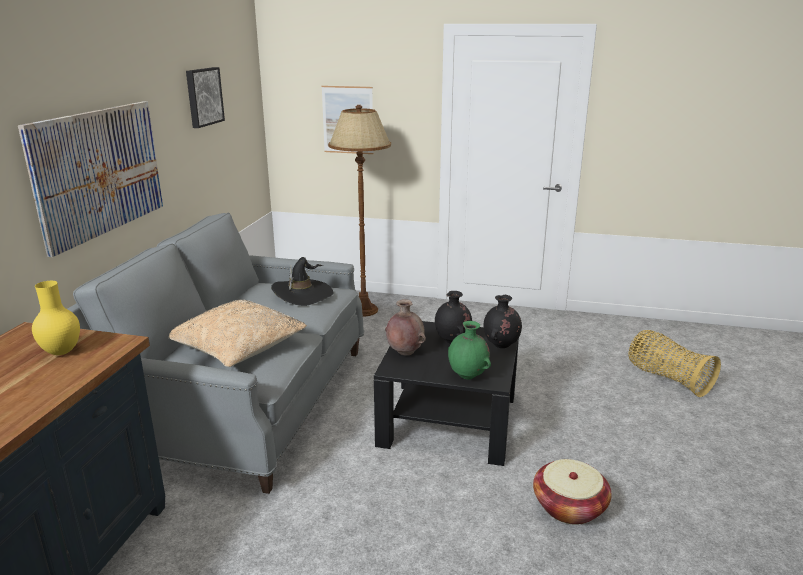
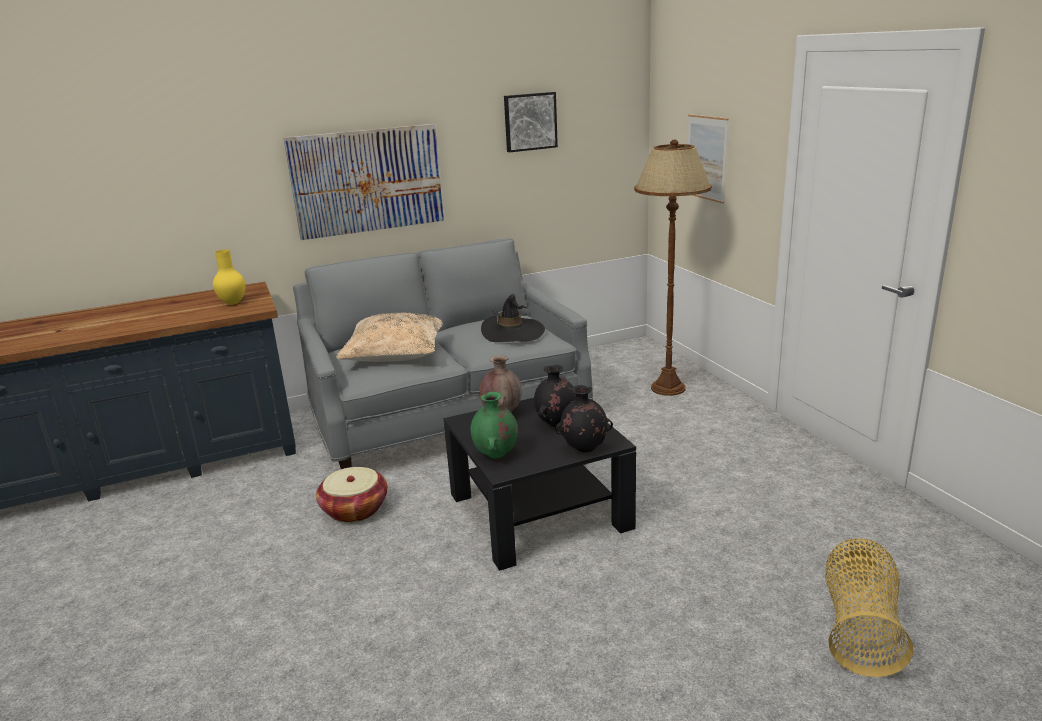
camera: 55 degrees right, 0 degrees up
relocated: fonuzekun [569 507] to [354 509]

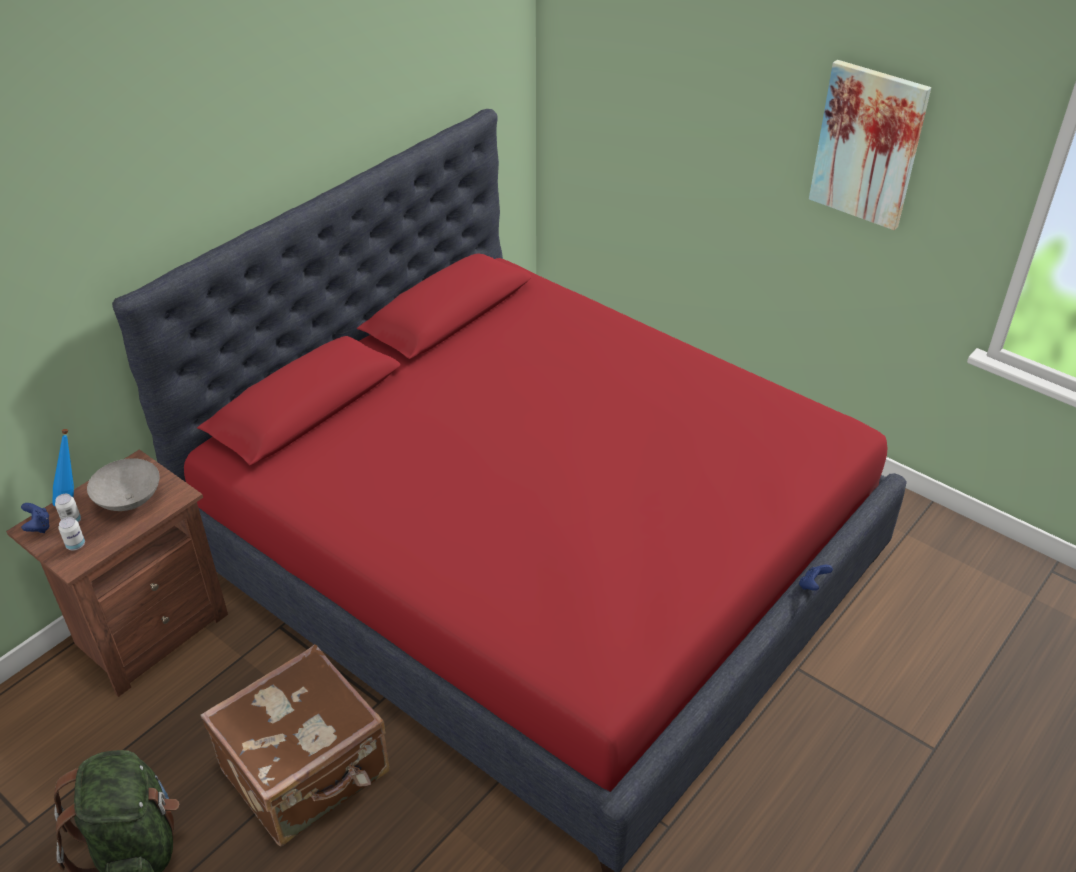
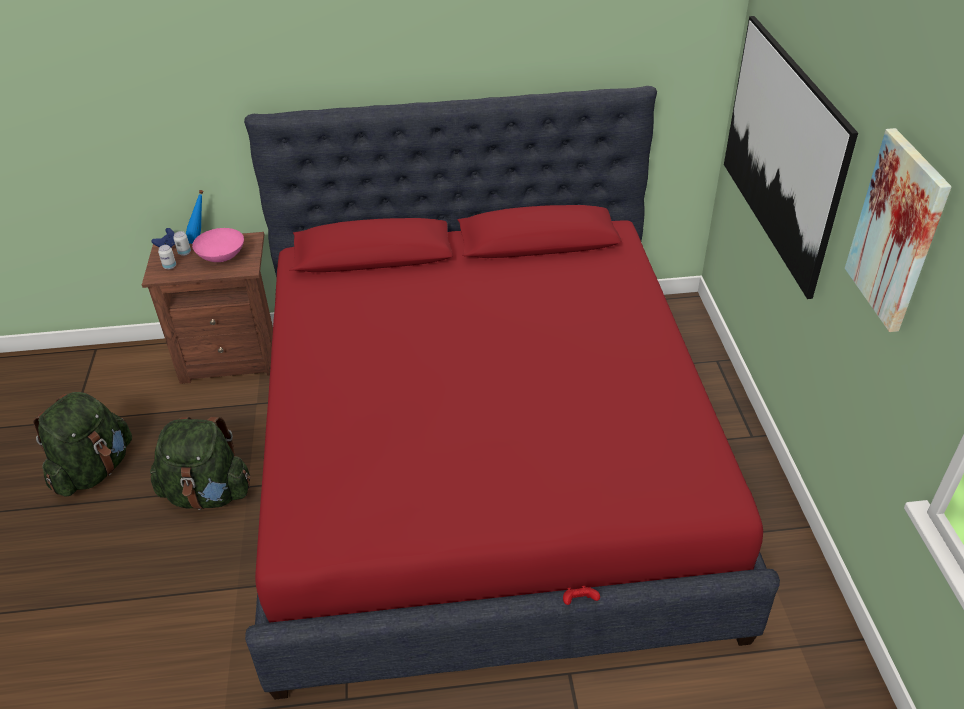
camera: 45 degrees right, 0 degrees up
appeared: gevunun [782 151]
exchanged: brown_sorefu [307 773] to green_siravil [208 493]
colour: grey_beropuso [128 500] to pink_beropuso [222 257]; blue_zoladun [812 585] to red_zoladun [579 602]

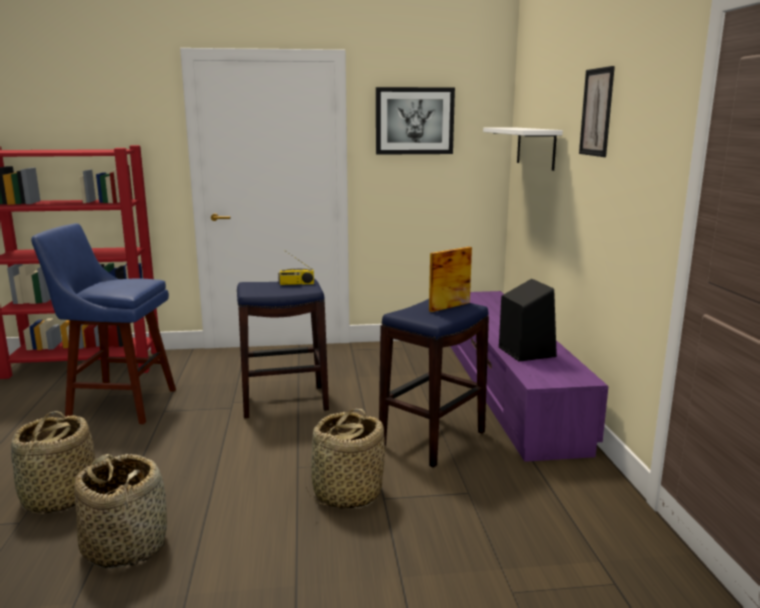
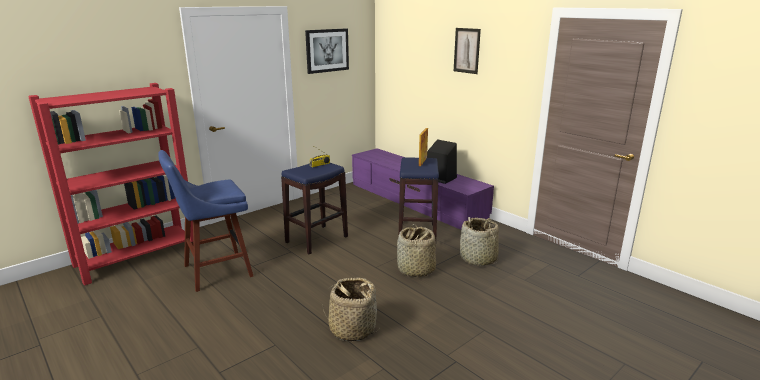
camera: 35 degrees left, 5 degrees up
missing: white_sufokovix [535 147]
relocated: fonuzekun [59 498] to [478 259]

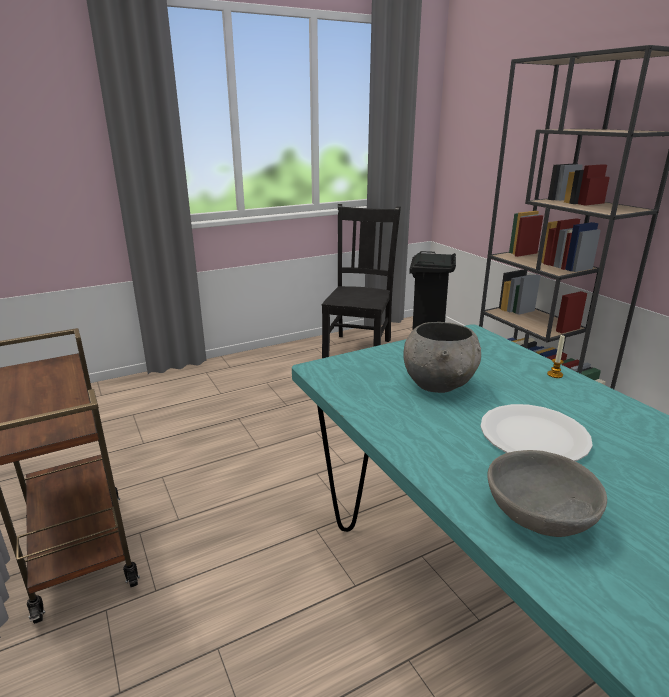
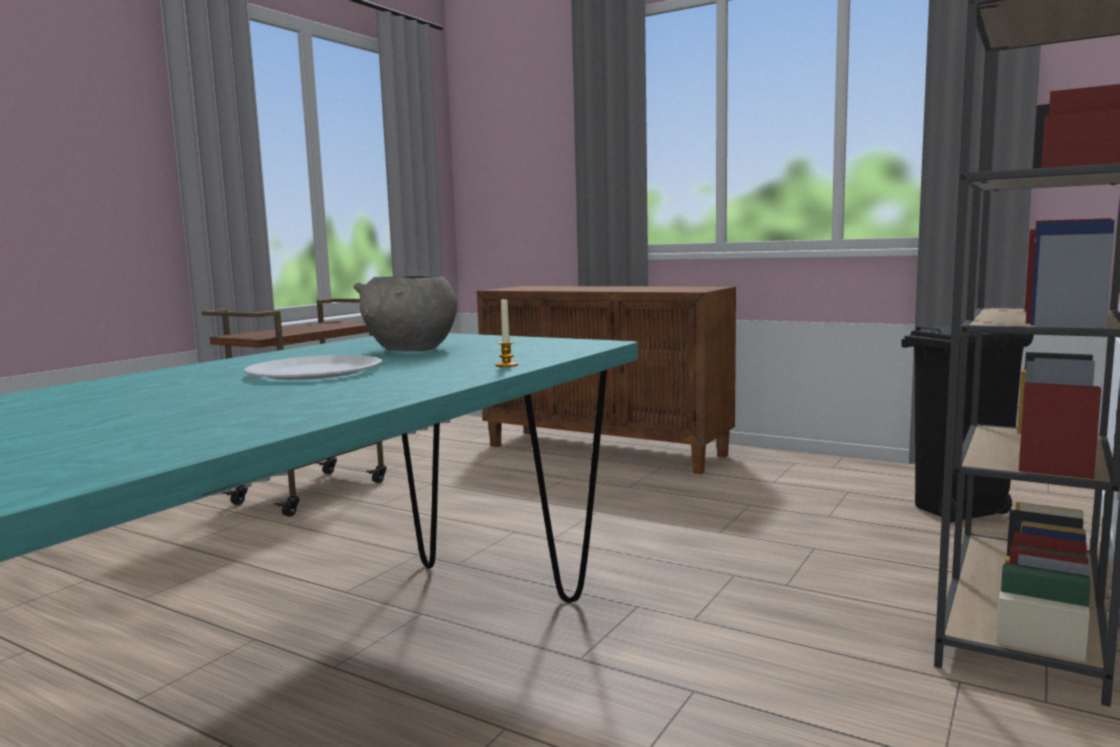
camera: 60 degrees right, 15 degrees down
missing: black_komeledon [358 348]; grey_beropuso [539 517]
appeared: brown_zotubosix [606 450]

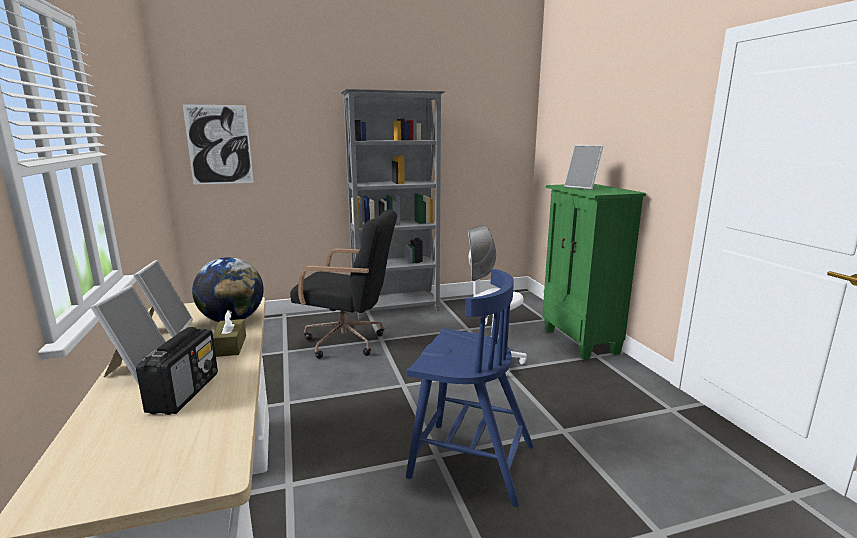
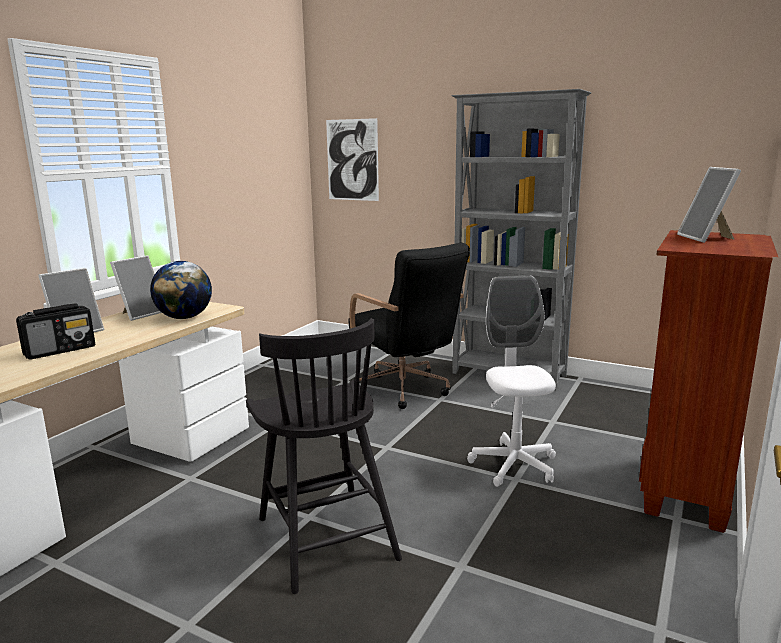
camera: 45 degrees right, 0 degrees up
missing: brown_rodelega [230 346]
colour: blue_komeledon [469 460] to black_komeledon [325 535]; green_zotubosix [579 342] to brown_zotubosix [683 492]

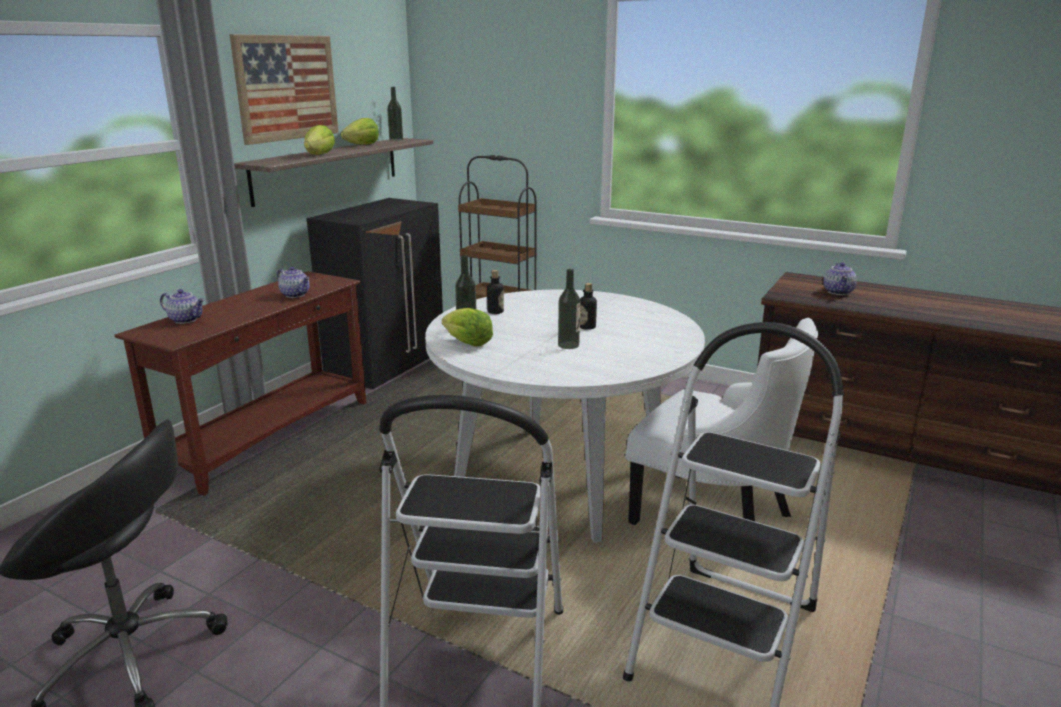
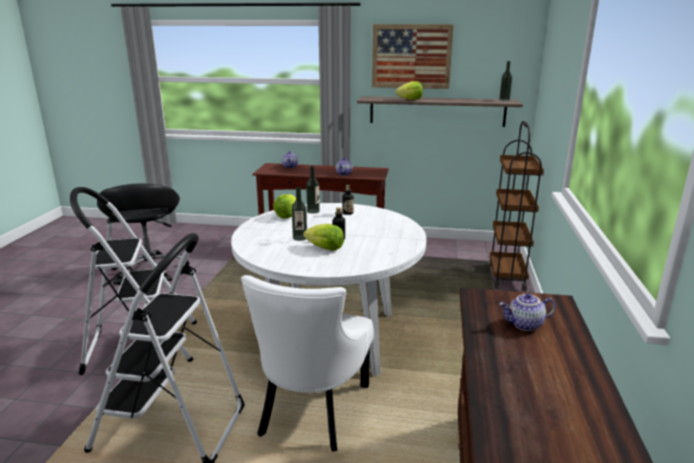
camera: 70 degrees right, 0 degrees up
missing: black_zotubosix [387 362]
relocated: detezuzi [362 145] to [325 248]

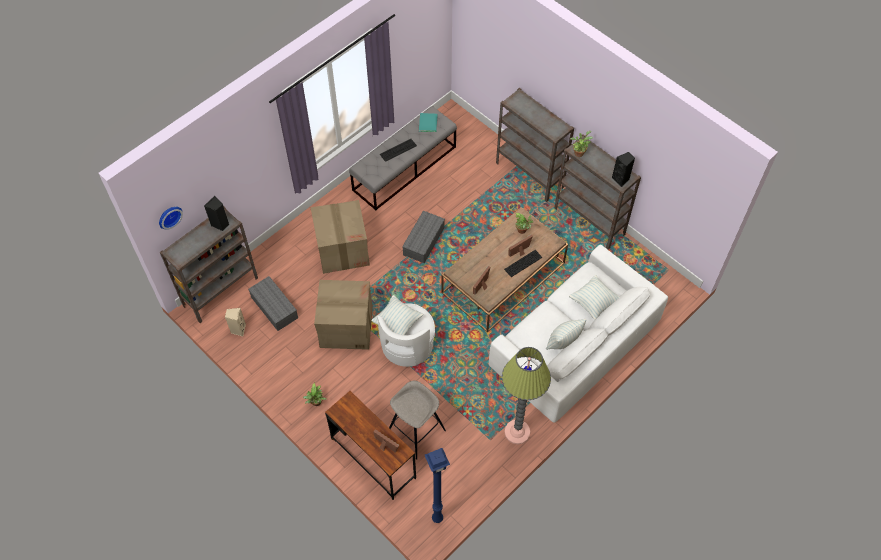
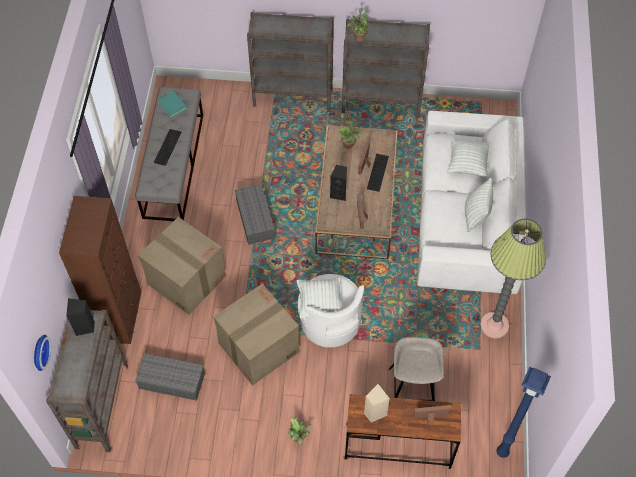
camera: 40 degrees left, 0 degrees up
appeared: brown_zotubosix [121 318]
relocated: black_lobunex [621 179] to [339 193]; beige_lobunex [238 329] to [374 412]

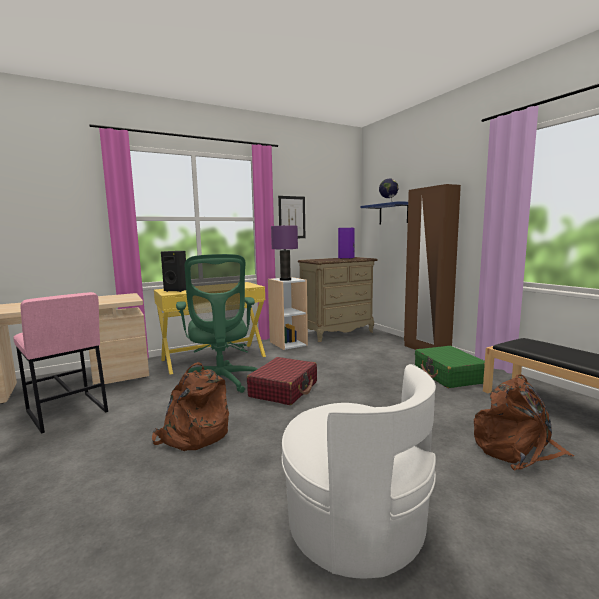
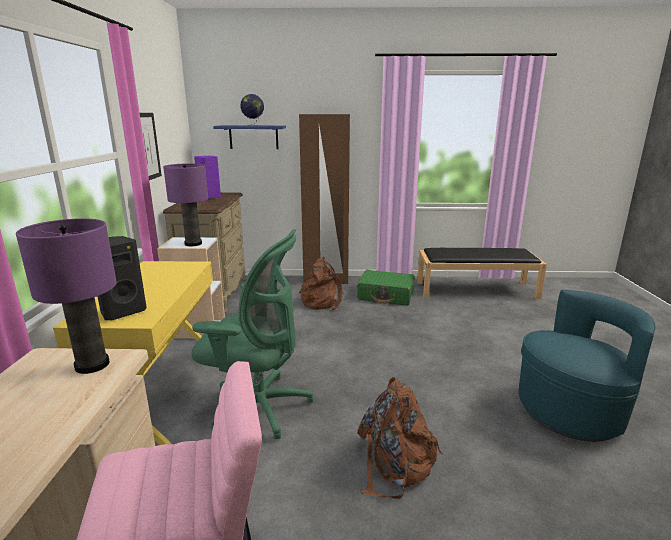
camera: 60 degrees left, 10 degrees up
missing: red_sorefu [284 389]
appeared: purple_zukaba [93 365]
relocated: brown_siravil [516 449] to [322 301]
colour: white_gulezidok [355 523] to turquoise_gulezidok [568 410]

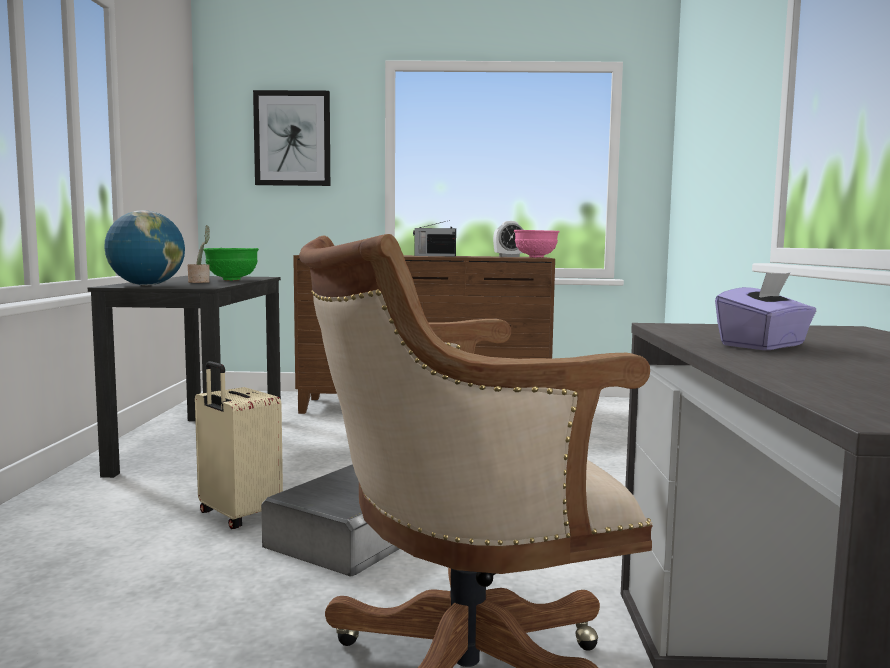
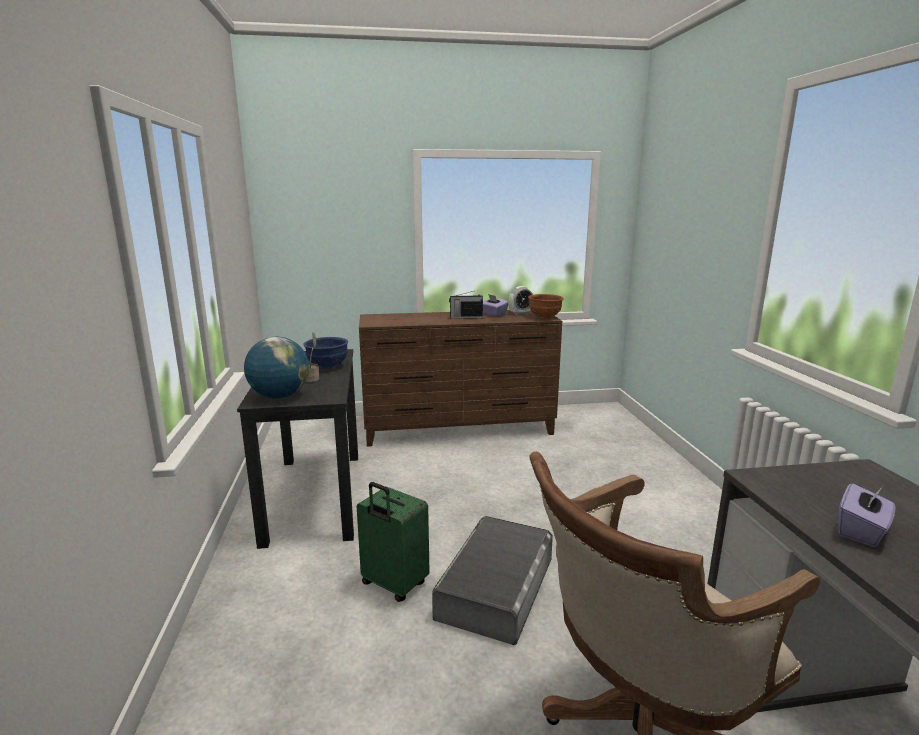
camera: 10 degrees left, 10 degrees up
missing: gevunun [292 138]
appeared: purple_rodelega [493 314]
colour: green_beropuso [231 280] to blue_beropuso [327 367]; beige_sorefu [237 516] to green_sorefu [393 585]; pink_beropuso [535 257] to brown_beropuso [545 317]

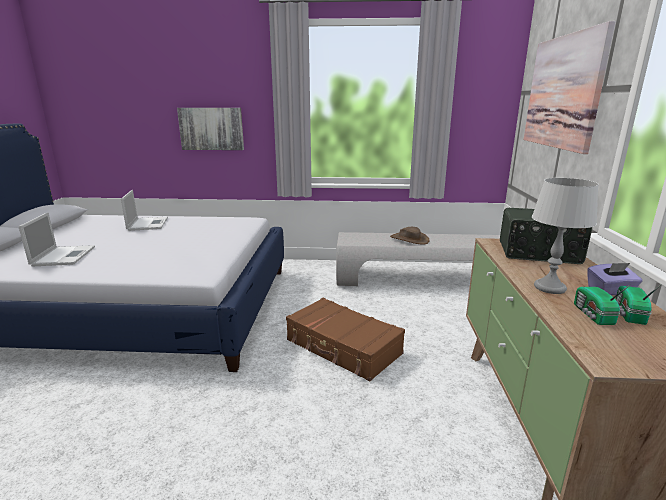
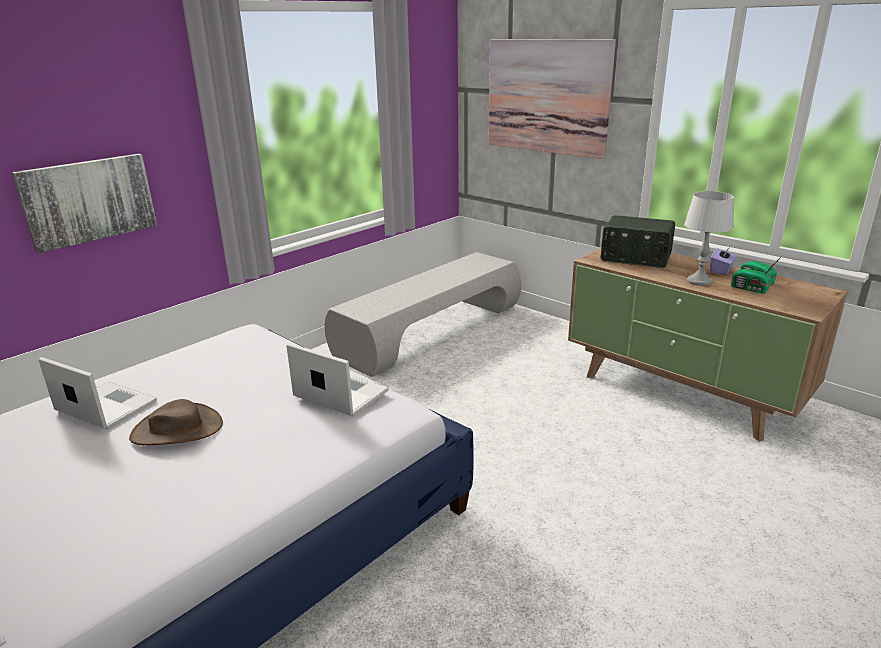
camera: 50 degrees left, 5 degrees up
missing: brown_sorefu [343 347]
relocated: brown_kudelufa [409 239] to [177 429]; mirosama [64 256] to [339 394]
spun: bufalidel [538 253] = [635 258] 60 degrees clockwise

